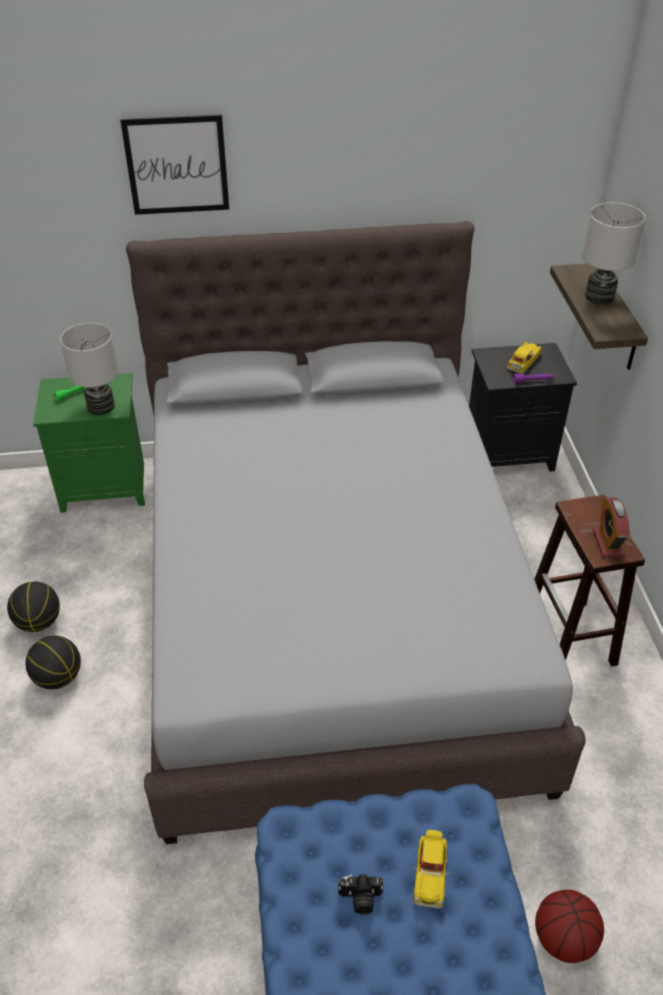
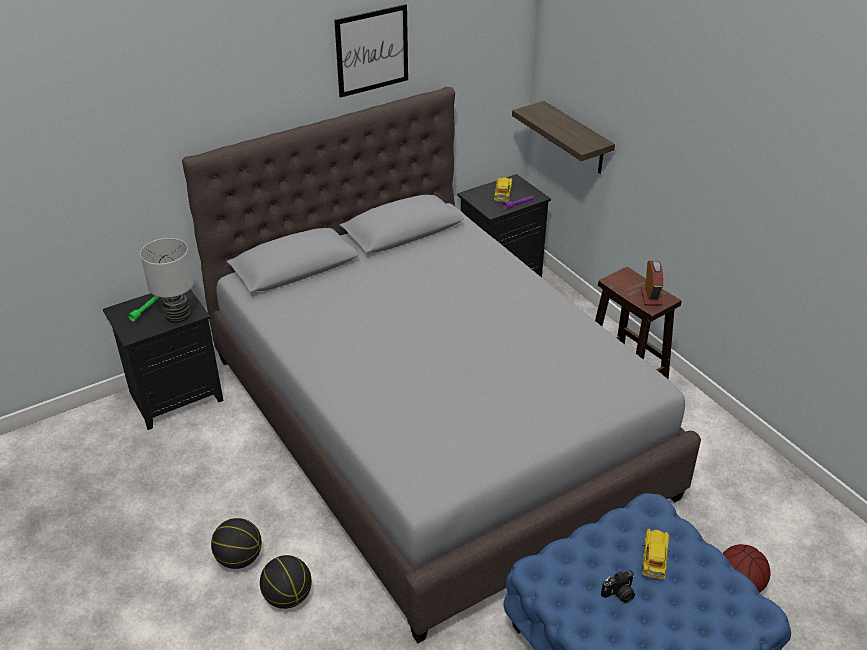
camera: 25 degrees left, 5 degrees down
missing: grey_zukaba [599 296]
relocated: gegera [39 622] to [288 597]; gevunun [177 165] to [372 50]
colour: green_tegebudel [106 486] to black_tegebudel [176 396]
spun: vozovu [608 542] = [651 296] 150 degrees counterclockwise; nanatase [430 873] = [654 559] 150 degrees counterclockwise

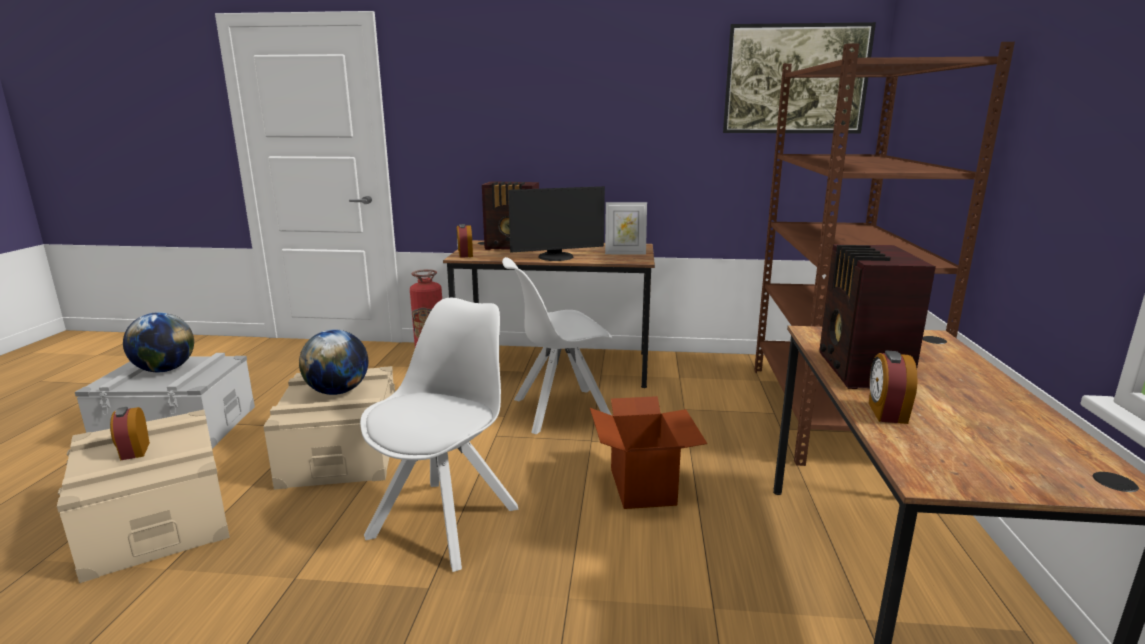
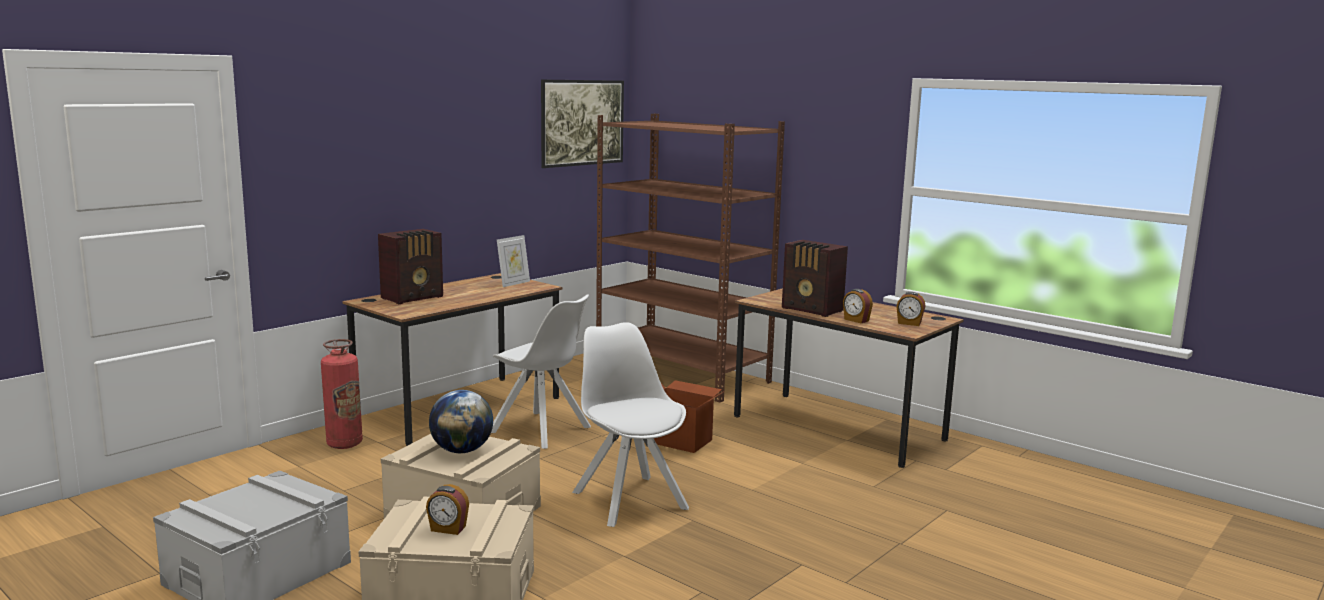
camera: 55 degrees left, 5 degrees down
missing: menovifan [165 370]; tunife [556 257]
relocated: vozovu [465 255] to [909 323]
spun: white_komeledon [560 411] = [541 430] 75 degrees counterclockwise

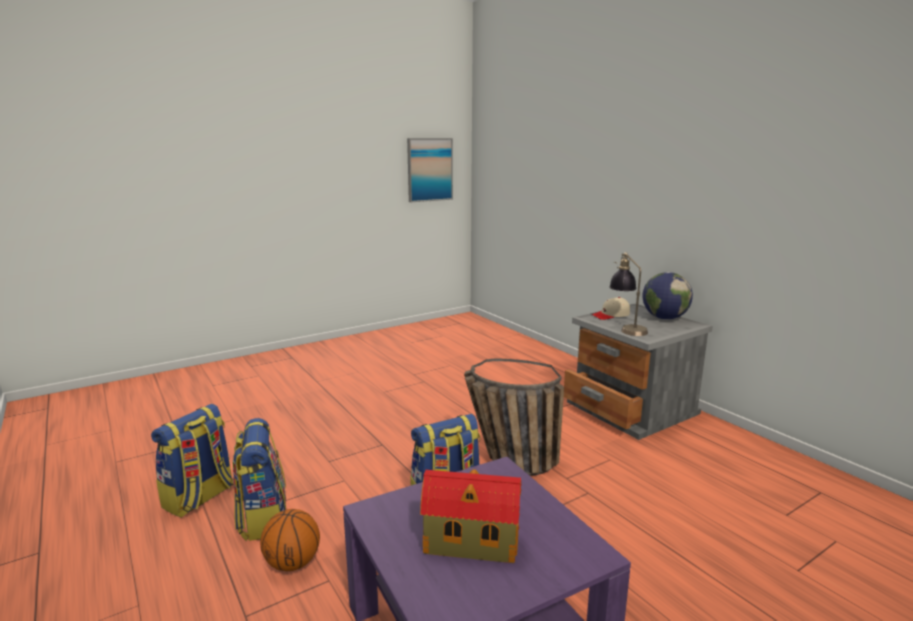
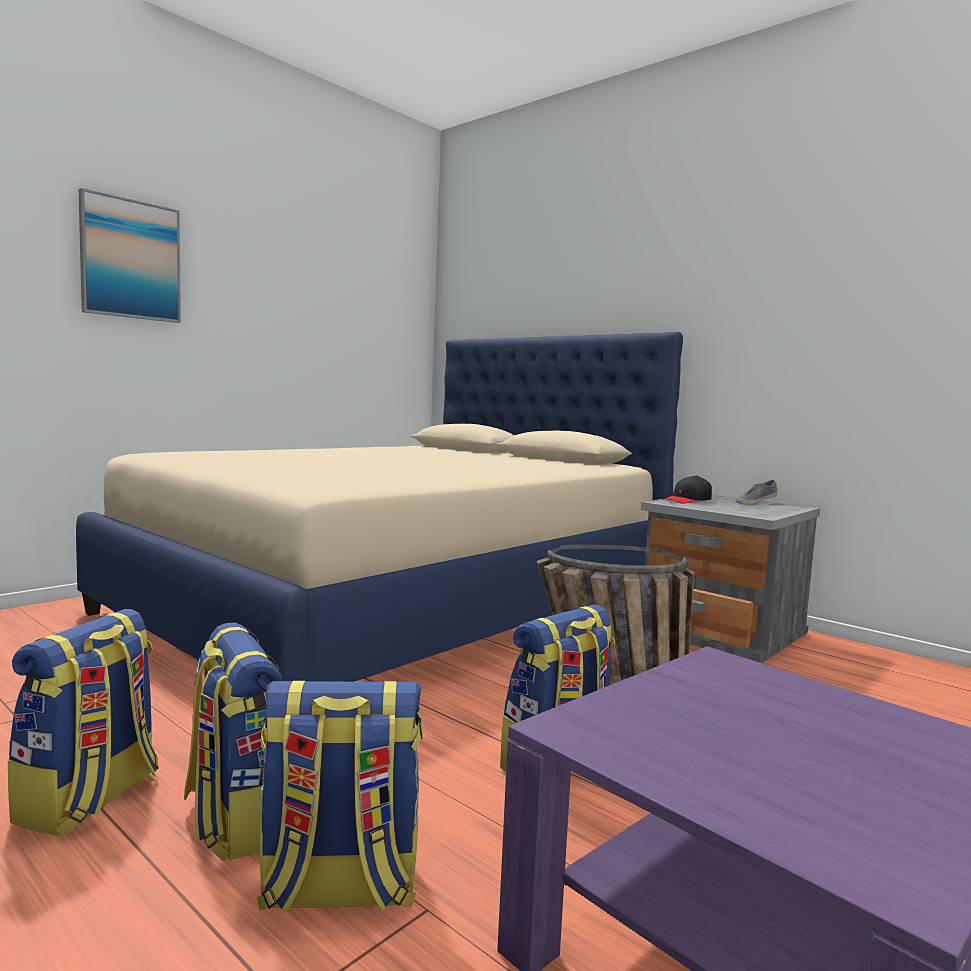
camera: 15 degrees left, 10 degrees down
missing: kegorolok [469 543]; zukaba [626 328]
appeared: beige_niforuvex [400 605]
relocated: gevunun [429 169] to [130 259]
exchanged: gegera [292 563] to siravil [338 889]; menovifan [664 318] to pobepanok [755 502]
colour: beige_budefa [611 315] to black_budefa [687 500]

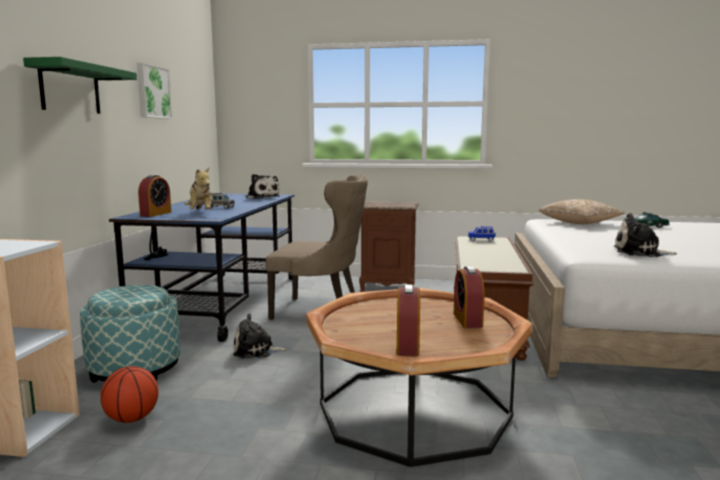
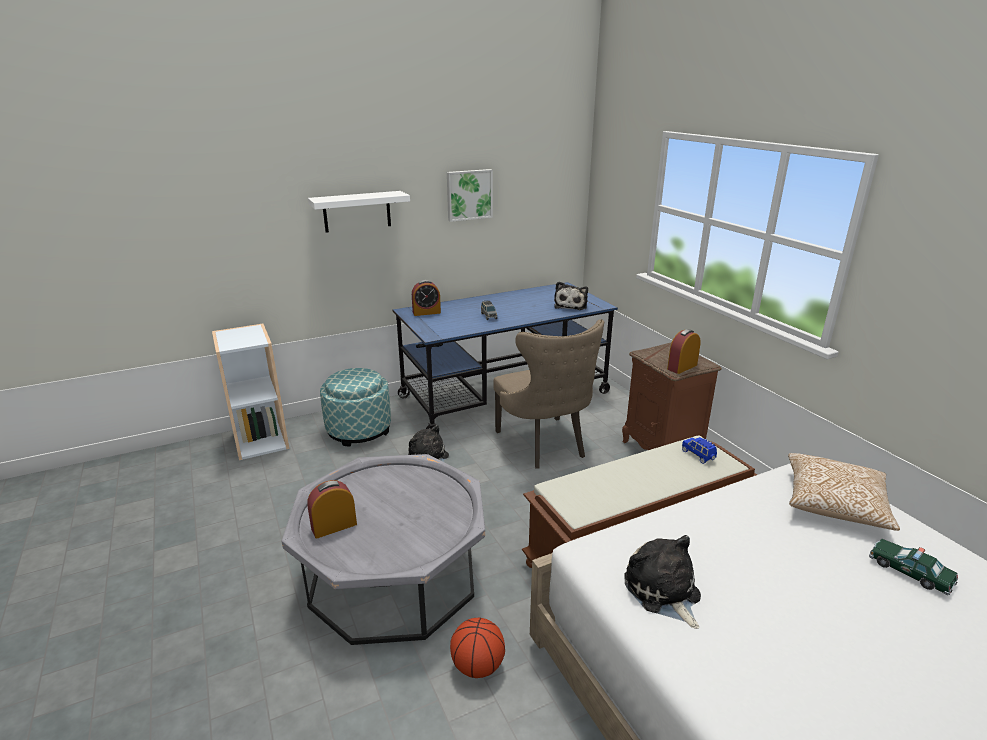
camera: 55 degrees right, 15 degrees up
missing: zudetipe [201 213]
relocated: gegera [131 419] to [477 666]; vozovu [467 320] to [682 367]
colour: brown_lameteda [414 410] to grey_lameteda [393 577]; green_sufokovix [70 89] to white_sufokovix [357 211]

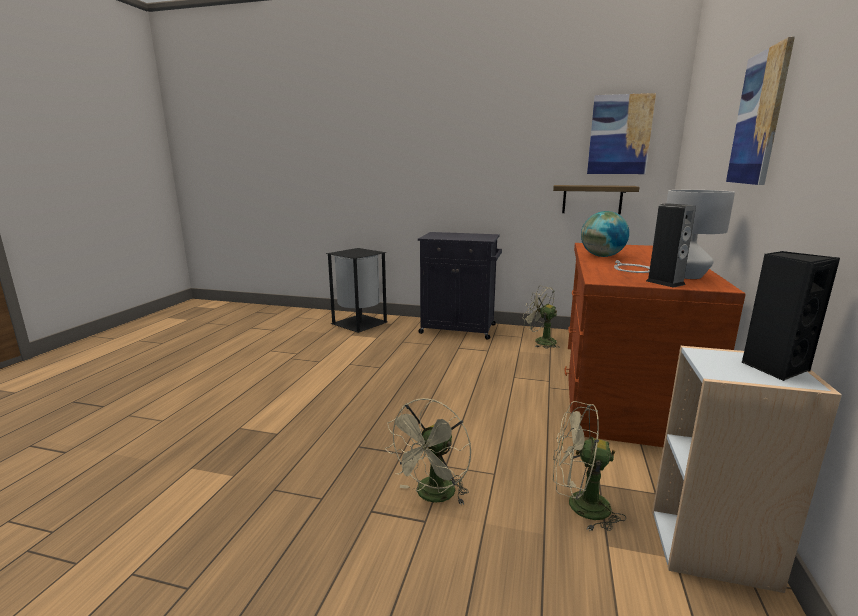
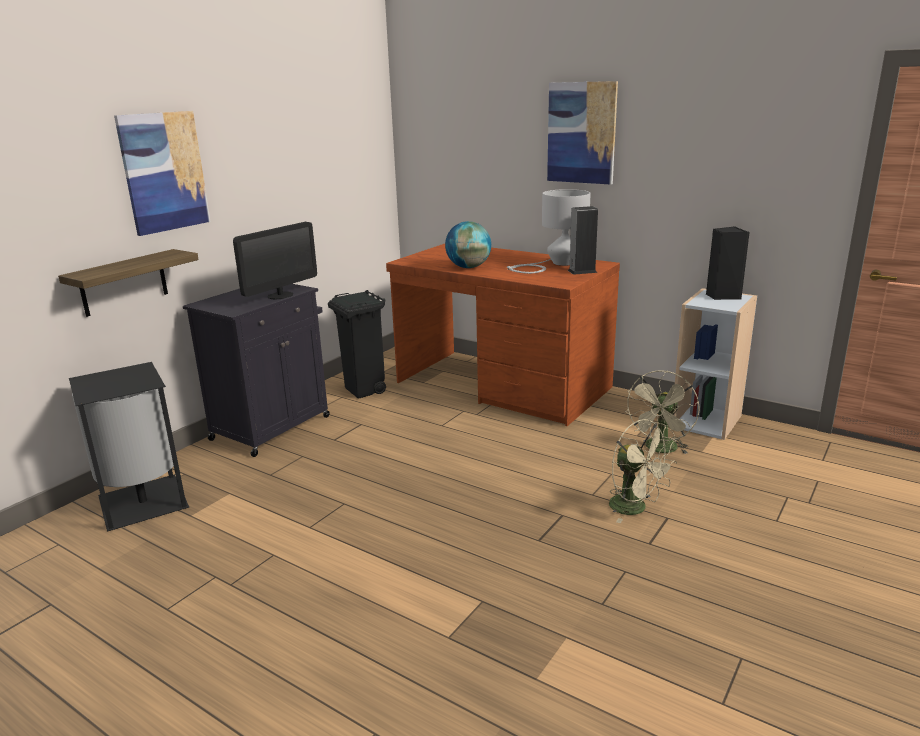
camera: 70 degrees left, 5 degrees up
appeared: tunife [280 295]
relocated: sufokovix [592 199] to [124 283]; gevunun [619 135] to [164 172]
exchanged: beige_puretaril [540 341] to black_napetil [364 390]

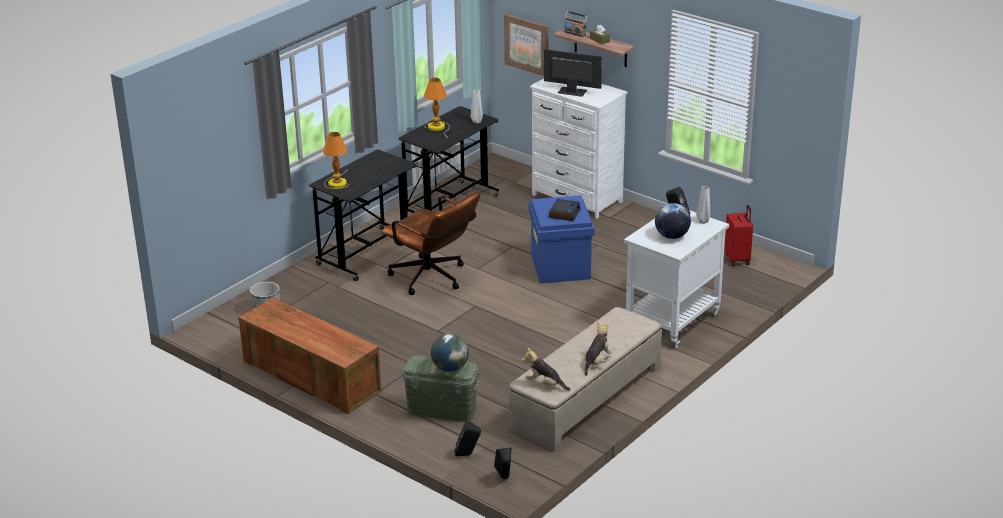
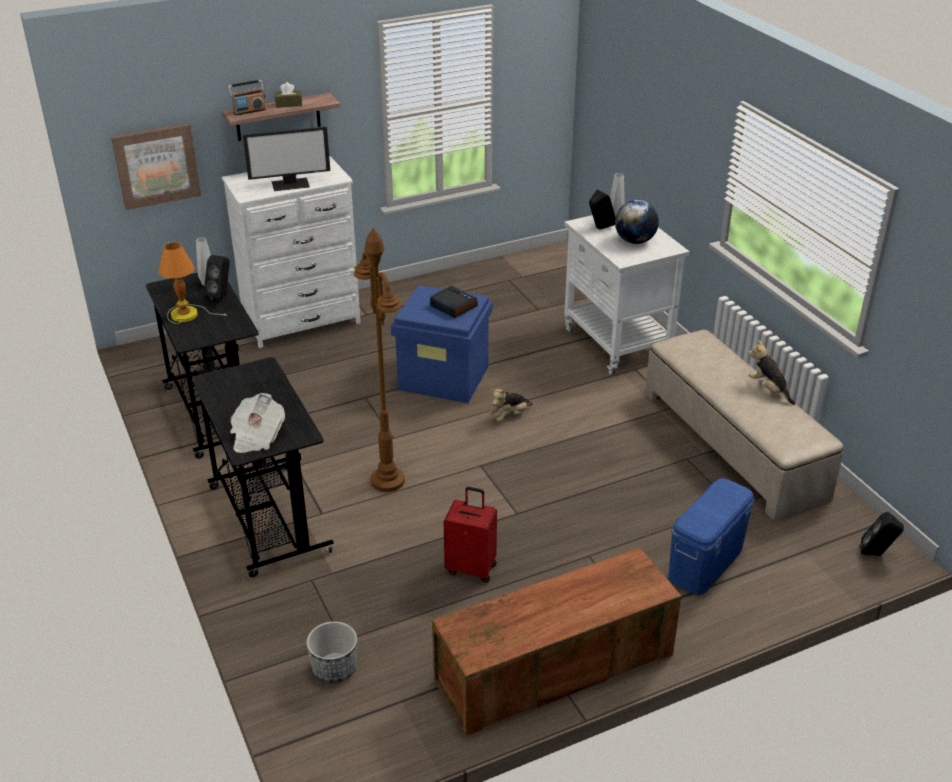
camera: 65 degrees left, 5 degrees up
missing: menovifan [449 368]
relocated: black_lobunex [467 455] to [221 297]; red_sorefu [738 259] to [471 568]; zudetipe [545 384] to [510 416]
exchanged: zukaba [337 182] to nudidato [256 437]; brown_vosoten [433 279] to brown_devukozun [388 481]
colour: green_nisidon [441 410] to blue_nisidon [706 563]
spun: tunife [571 92] = [290 184] 150 degrees counterclockwise

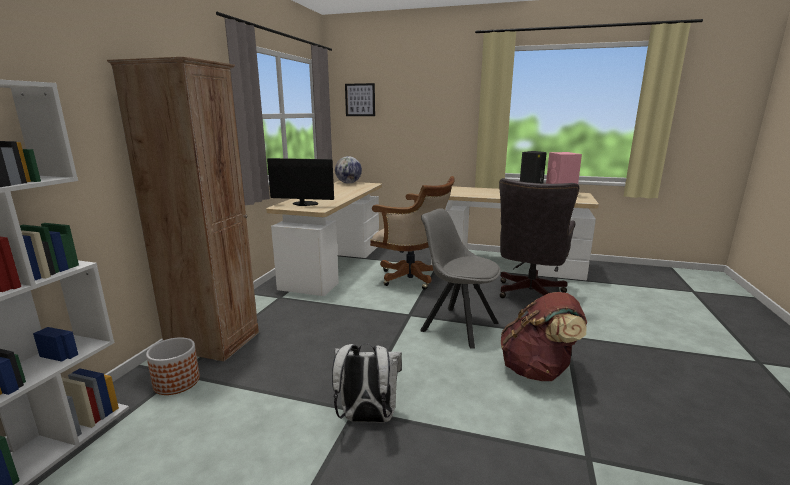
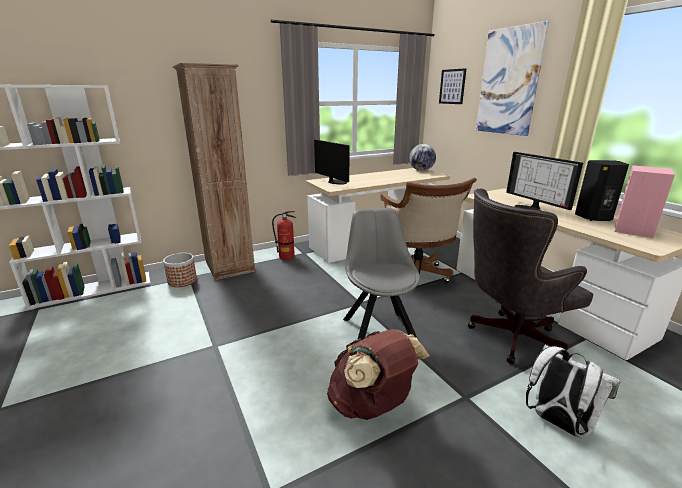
camera: 45 degrees right, 5 degrees up
appeared: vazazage [287 256]; gevunun [508 82]; tunife [530 209]
relocated: white_siravil [367 418] to [557 422]

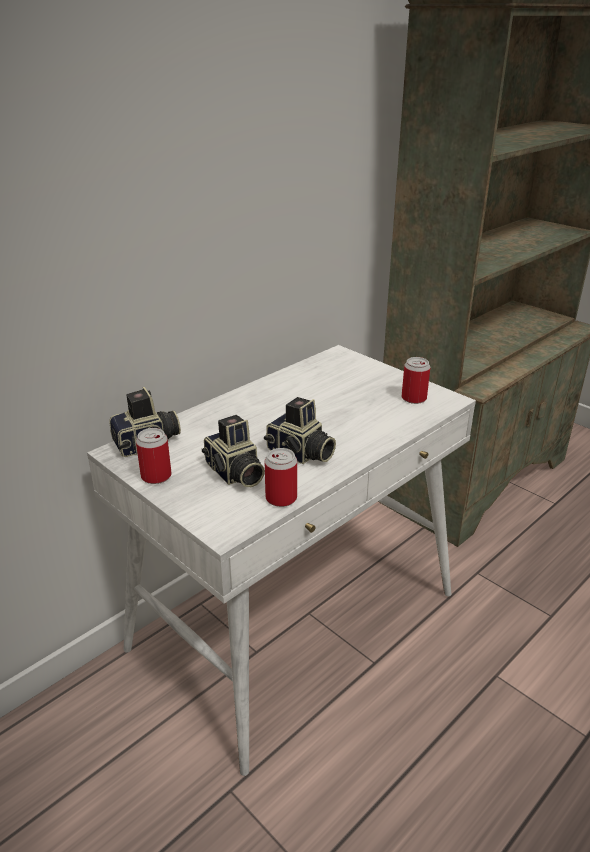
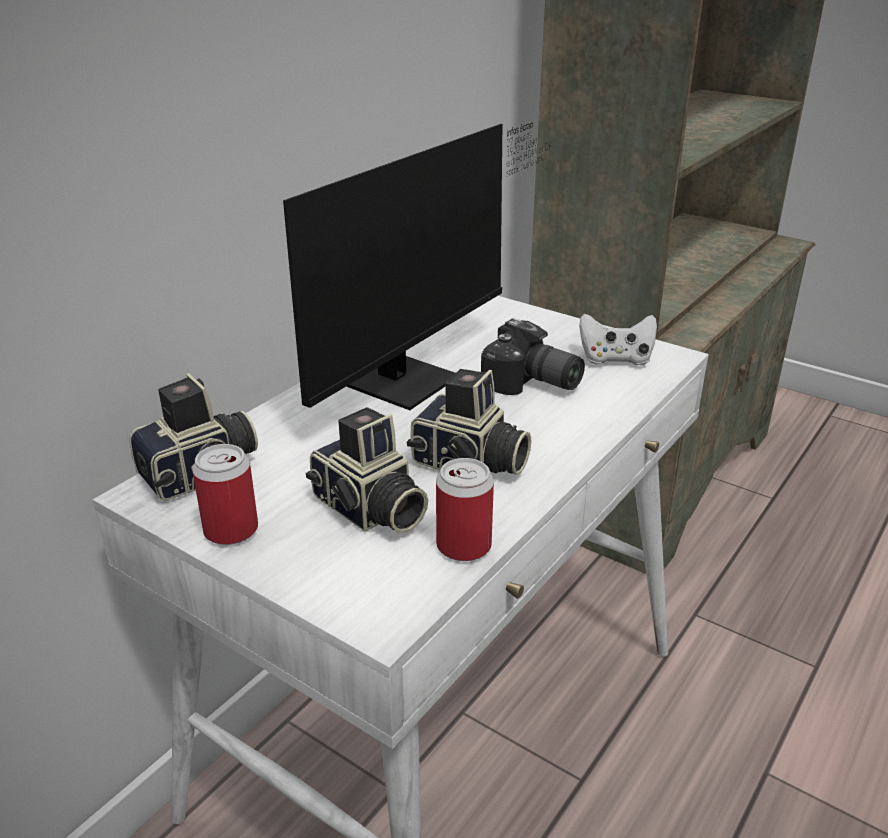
camera: 10 degrees left, 0 degrees up
appeared: tunife [415 376]; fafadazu [531 384]
exchanged: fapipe [414 398] to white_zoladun [615 359]

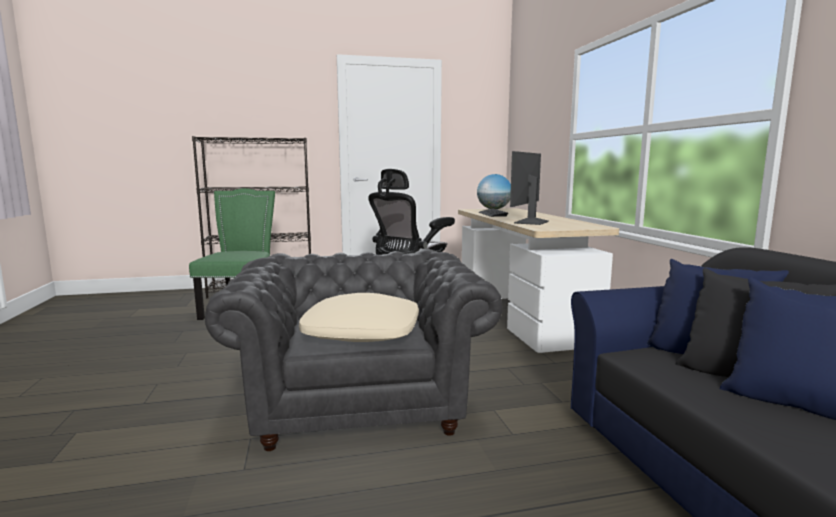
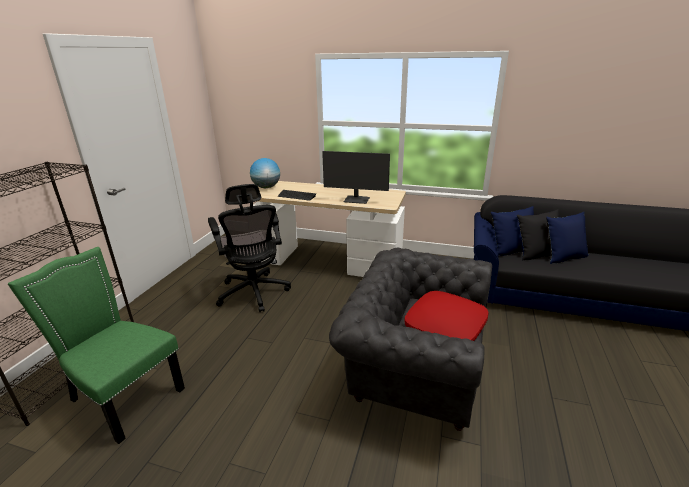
camera: 60 degrees left, 15 degrees up
colour: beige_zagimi [362 332] to red_zagimi [445 325]
spun: tunife [530 222] = [356 200] 45 degrees counterclockwise

